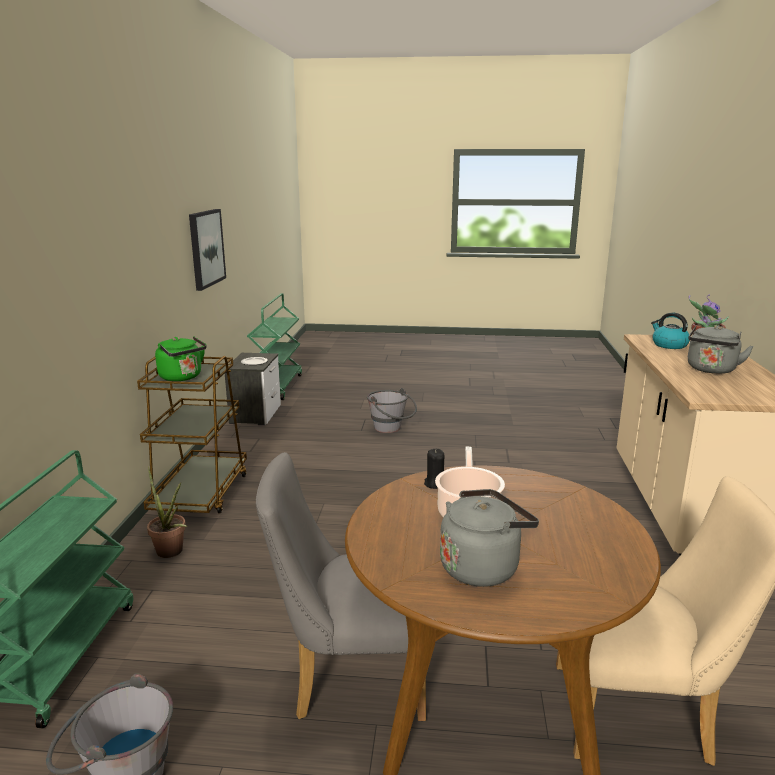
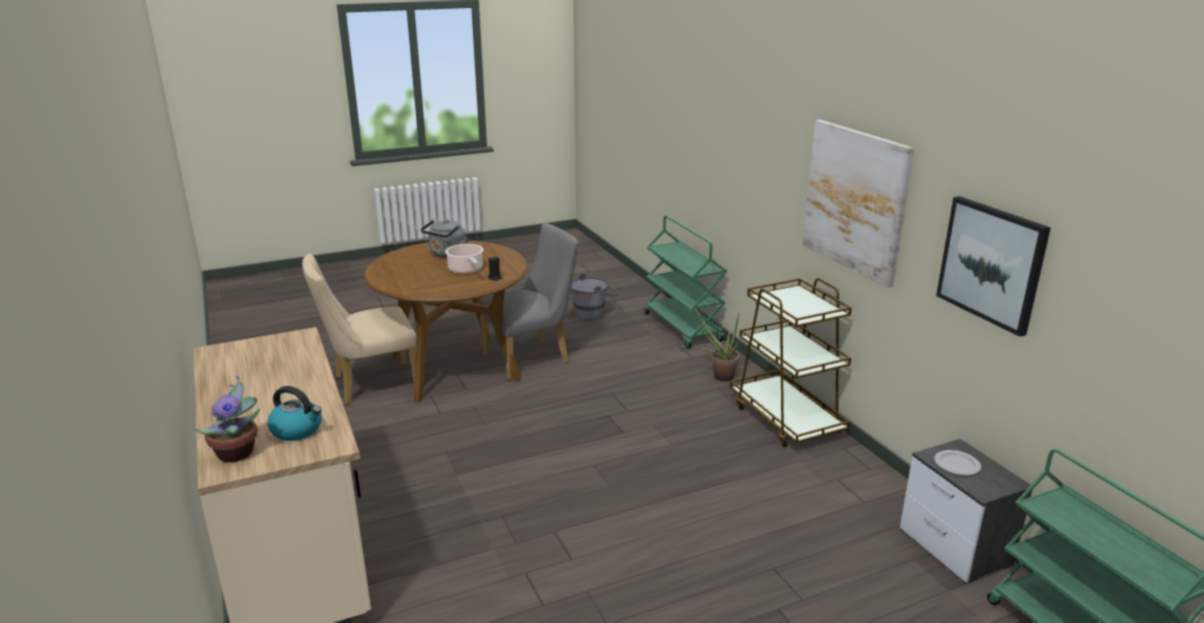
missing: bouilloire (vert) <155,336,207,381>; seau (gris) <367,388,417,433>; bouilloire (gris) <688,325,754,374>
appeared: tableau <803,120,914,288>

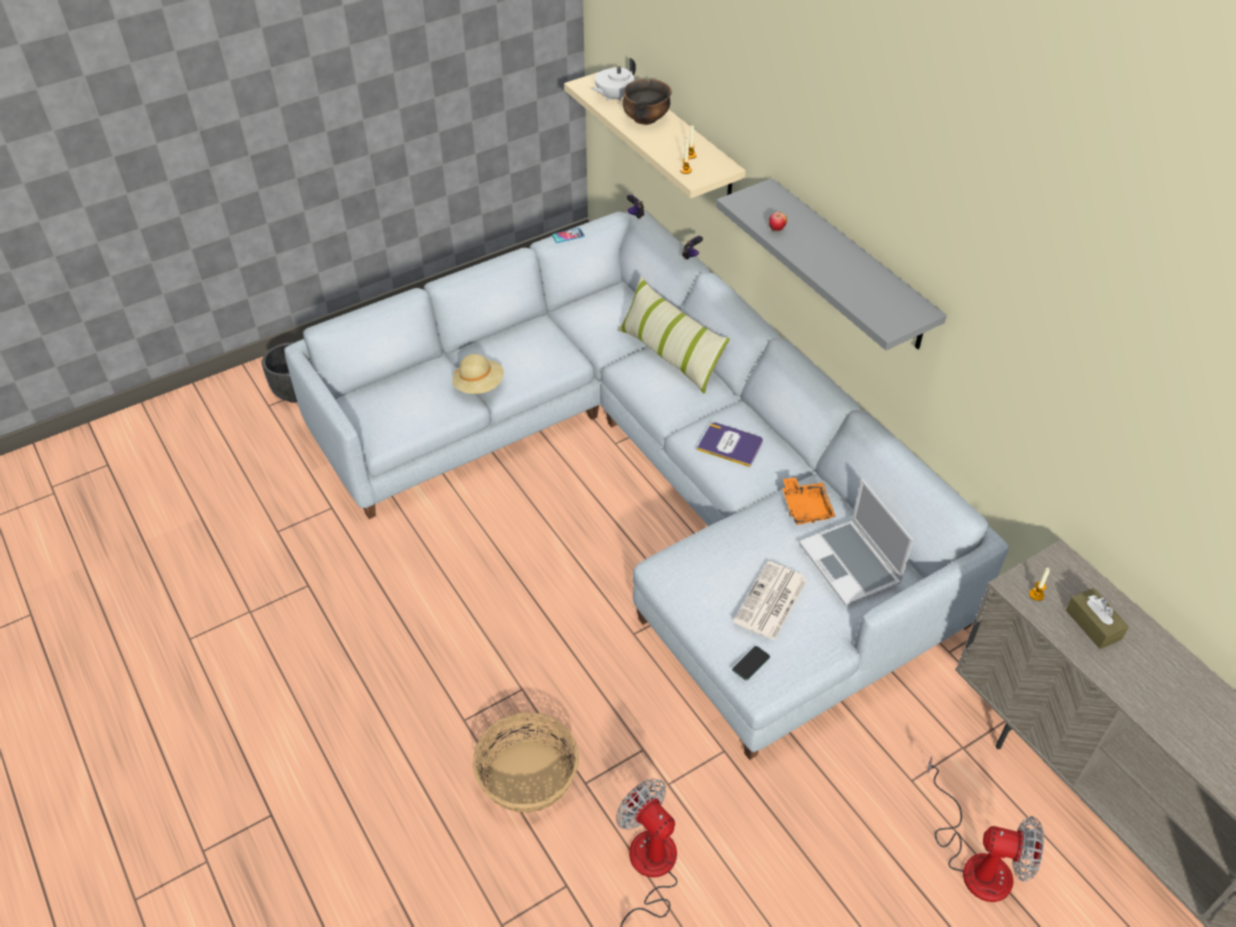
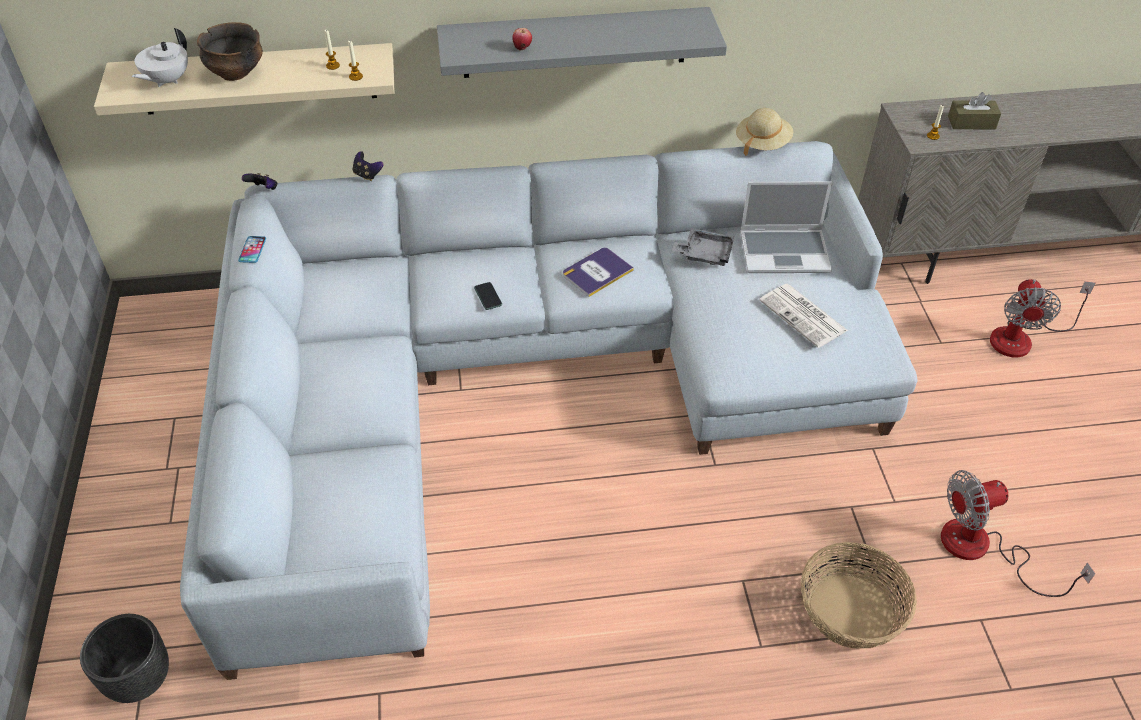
missing: coussin <618,276,730,394>
relocated: chapeau (beige) <452,354,504,394> to <736,108,793,156>; téléphone <732,646,770,681> to <474,282,502,310>
colour: plateau (orange) <782,477,836,525> to plateau (gris) <672,228,734,266>
spun: théière (blanc) <591,58,636,101> = <132,28,188,87> 45 degrees clockwise; ventilateur <927,755,1044,902> = <990,279,1095,358> 150 degrees clockwise

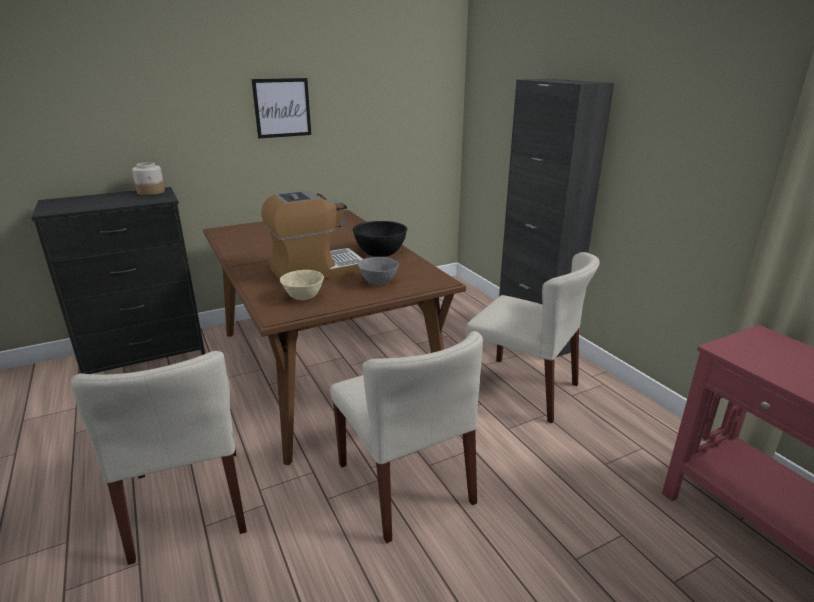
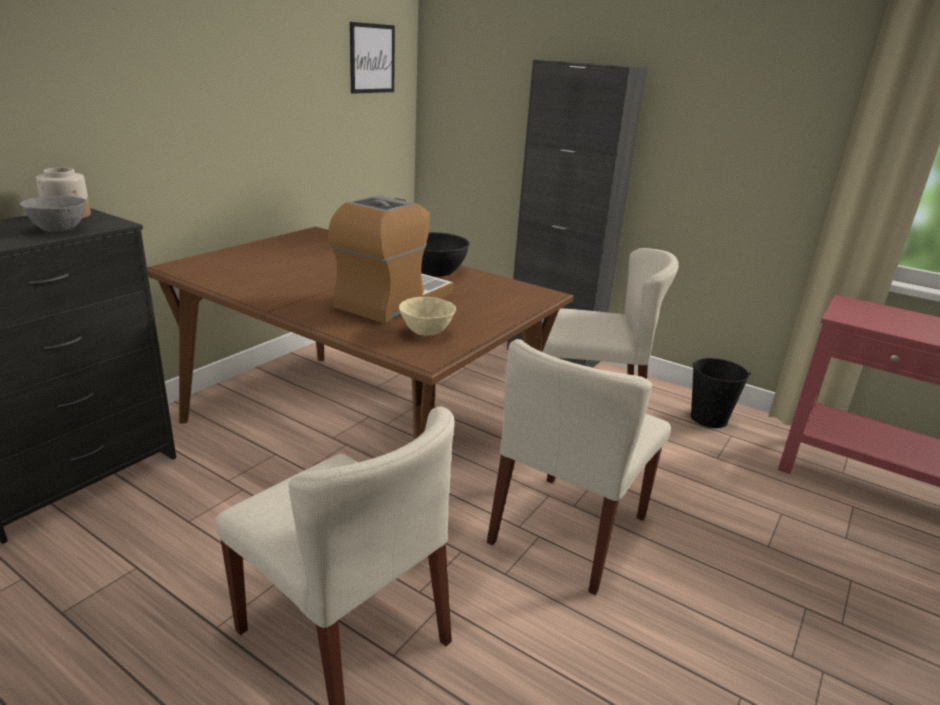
appeared: seau (noir) <691,358,751,428>
relocated: tableau <252,78,311,138> to <350,22,395,94>; bol (gris) <358,257,399,285> to <20,196,87,232>
spun: chaise (beige) <330,331,483,543> = <487,339,671,595> 90 degrees clockwise

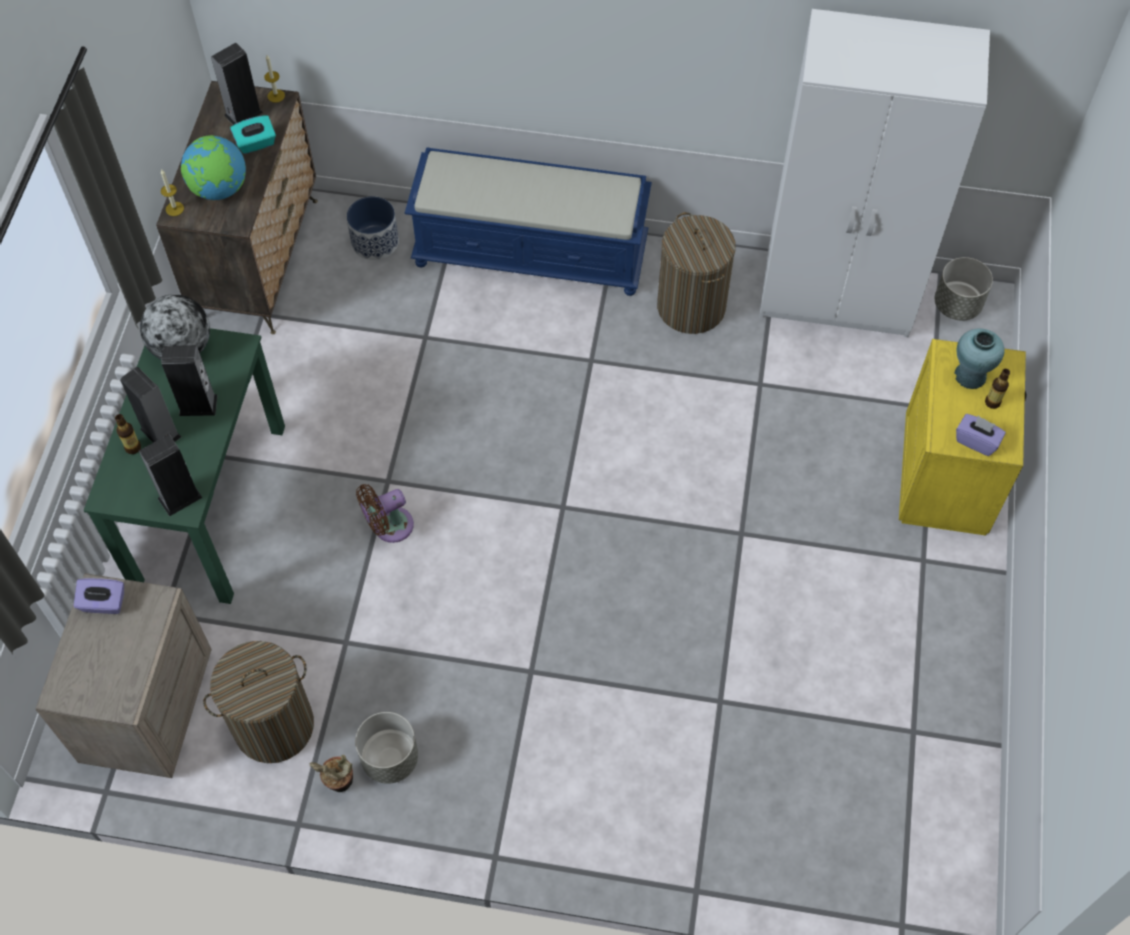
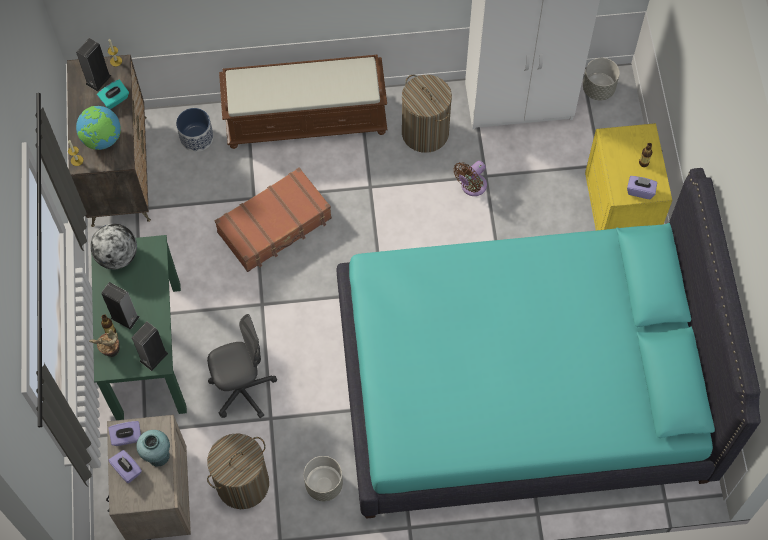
missing: enceinte <161,345,218,416>
appeared: boîte à mouchoirs (violet) <108,450,142,483>; chaise de bureau (gris) <207,314,277,418>; valise (marron) <215,167,332,272>; lit (turquoise) <337,168,761,519>
relocated: plante en pot <310,755,353,792> to <89,329,120,357>; ventilateur (marron) <356,484,414,543> to <453,161,487,196>; vase (turquoise) <955,329,1005,389> to <136,430,170,466>
colour: banc (bleu) <405,147,652,296> to banc (marron) <219,55,387,149>

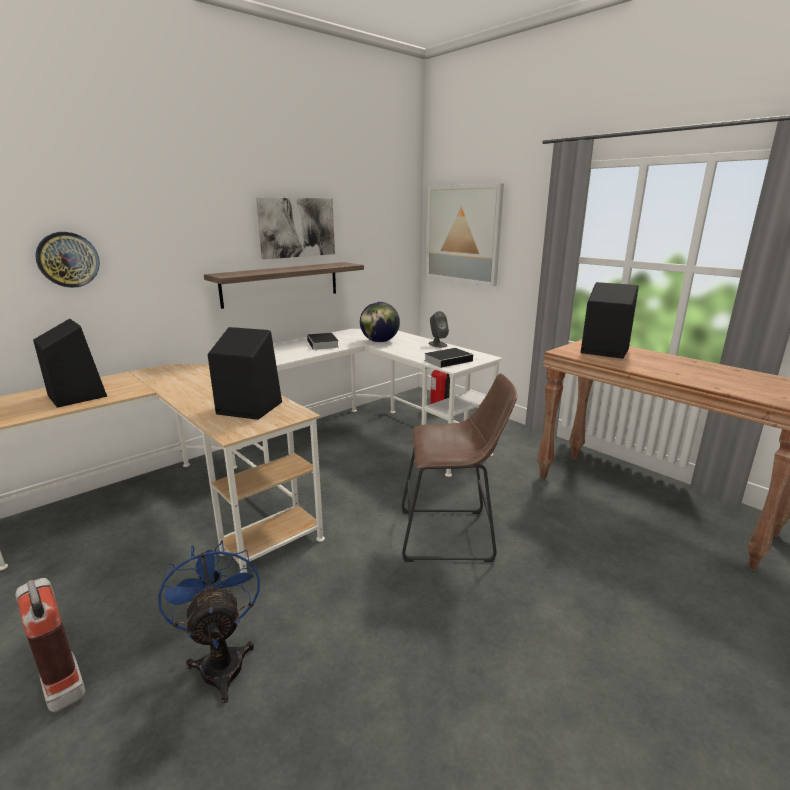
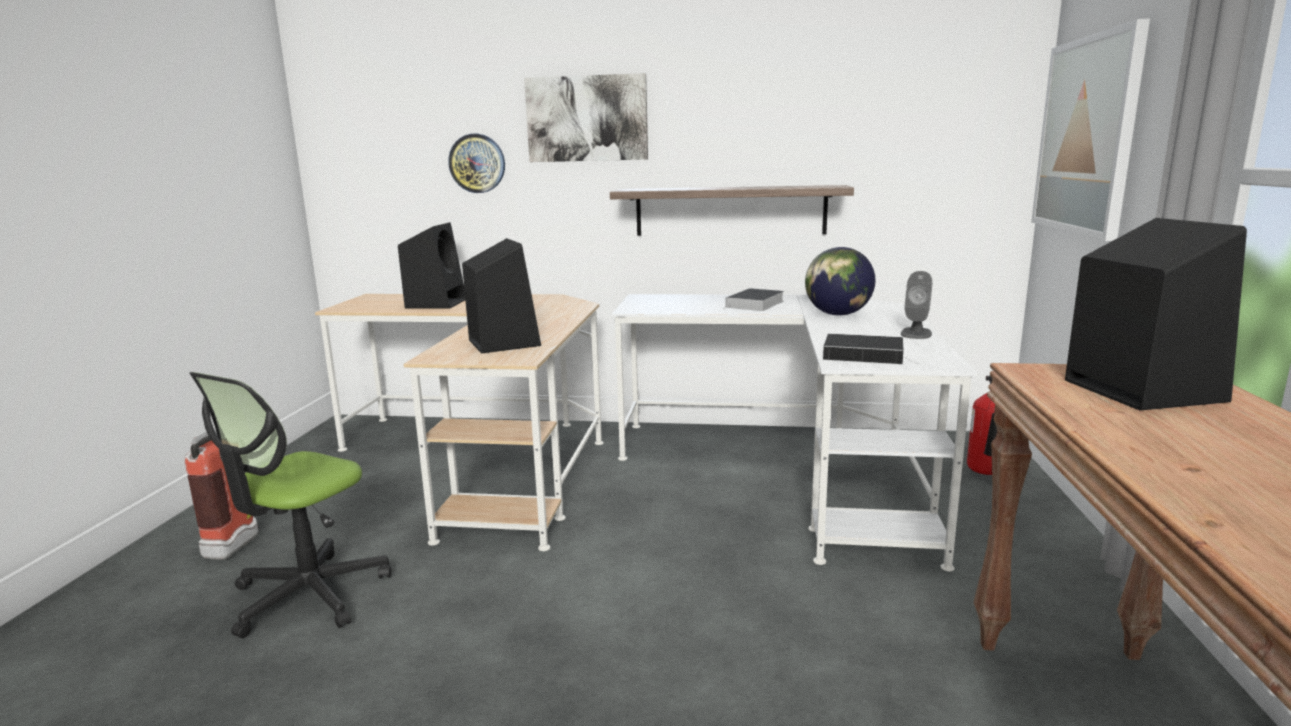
missing: tabouret (marron) <402,373,517,562>
relocated: tableau <256,198,335,259> to <524,73,648,162>
exchanged: ventilateur (bleu) <158,540,260,703> to chaise de bureau <189,372,392,638>

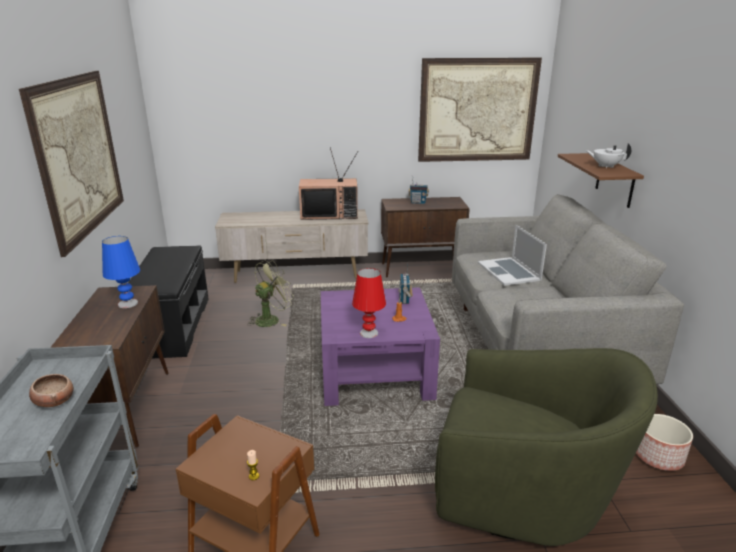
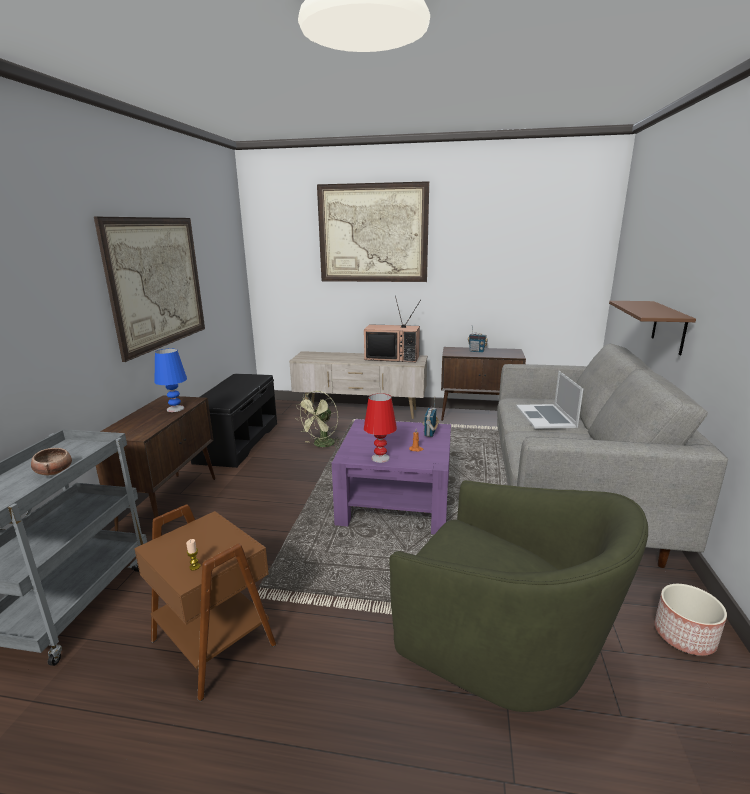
missing: théière (blanc) <586,143,631,168>
relocated: tableau <418,58,542,162> to <317,181,429,282>
spun: ventilateur (vert) <247,261,294,327> = <295,391,342,448> 150 degrees clockwise

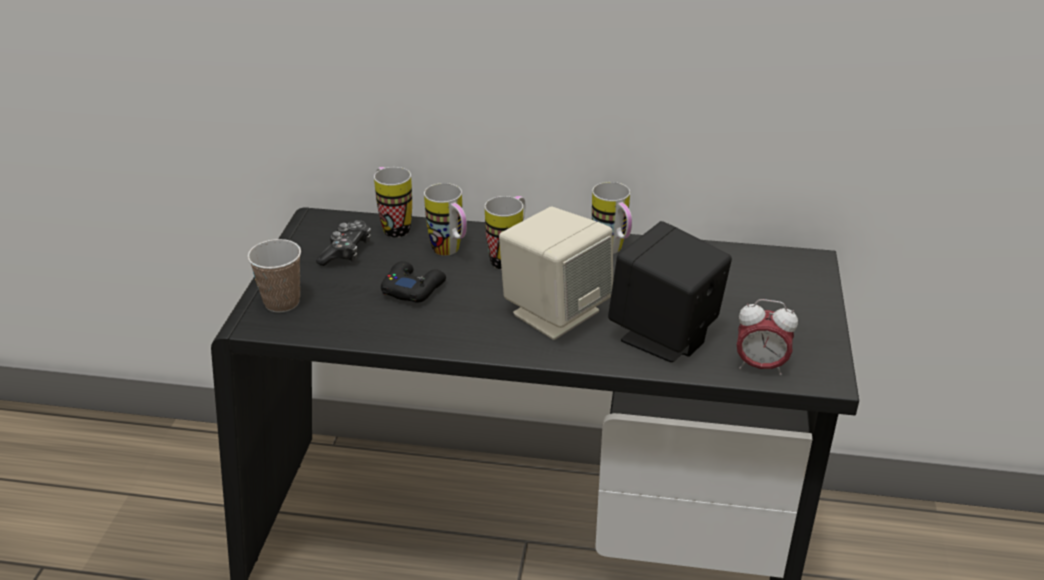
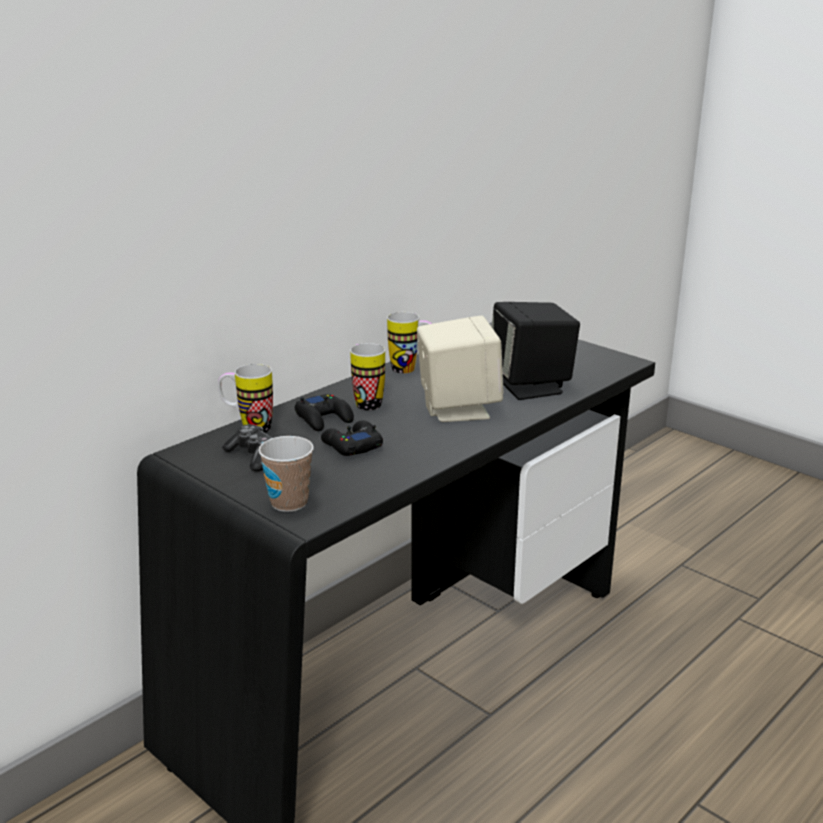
missing: réveil <737,299,798,375>
exchanged: mug <424,183,467,256> to manette (noir) <295,394,354,431>

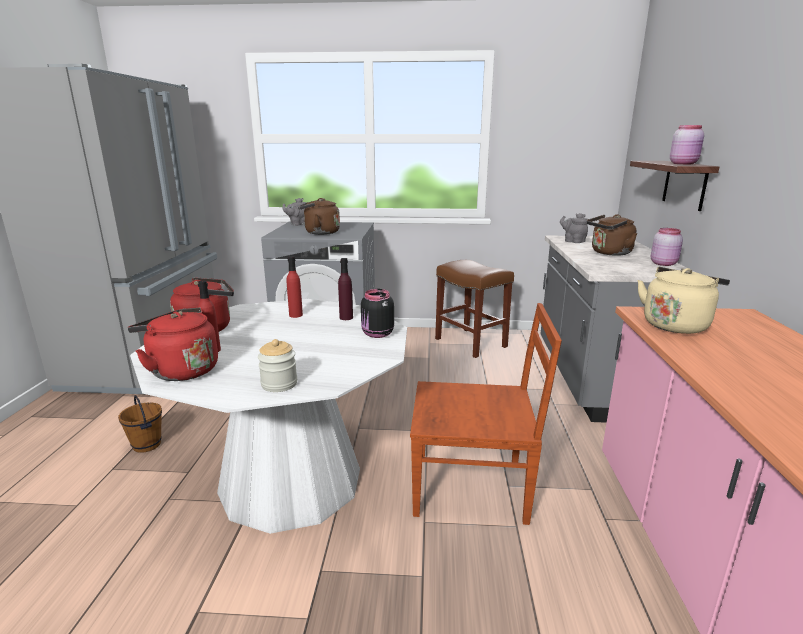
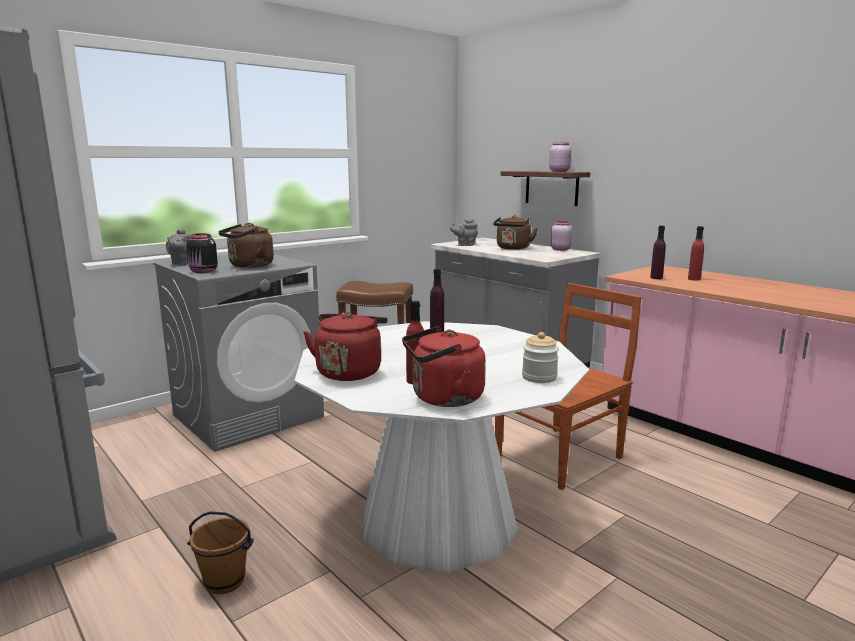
relocated: bouteille (rouge) <286,256,303,318> to <688,226,704,281>; bocal (noir) <361,289,394,338> to <186,233,218,274>
exchanged: bouilloire (beige) <638,267,730,334> to bouteille (violet) <650,226,666,279>

